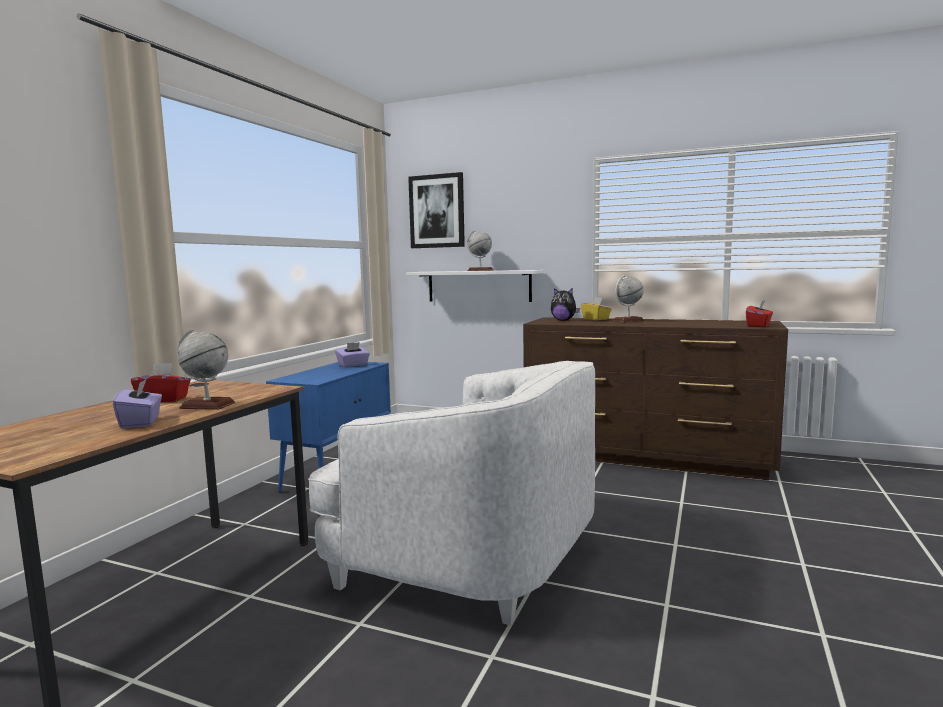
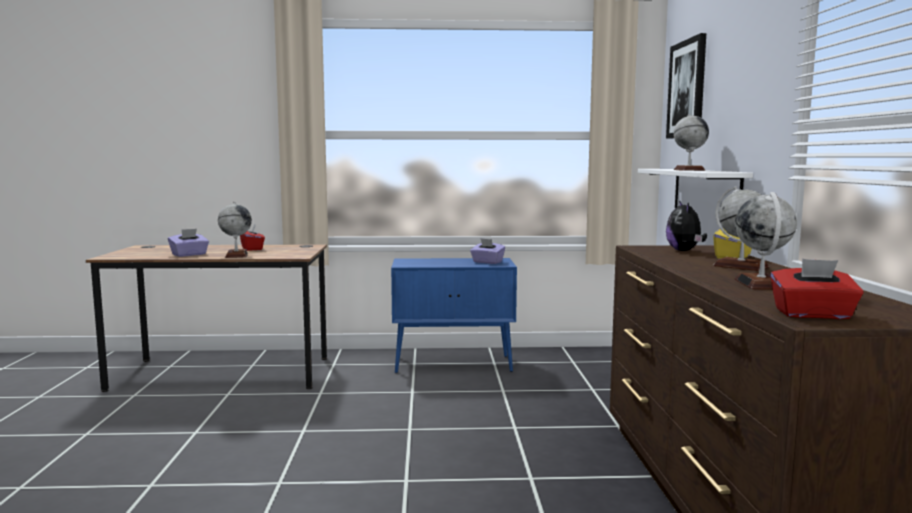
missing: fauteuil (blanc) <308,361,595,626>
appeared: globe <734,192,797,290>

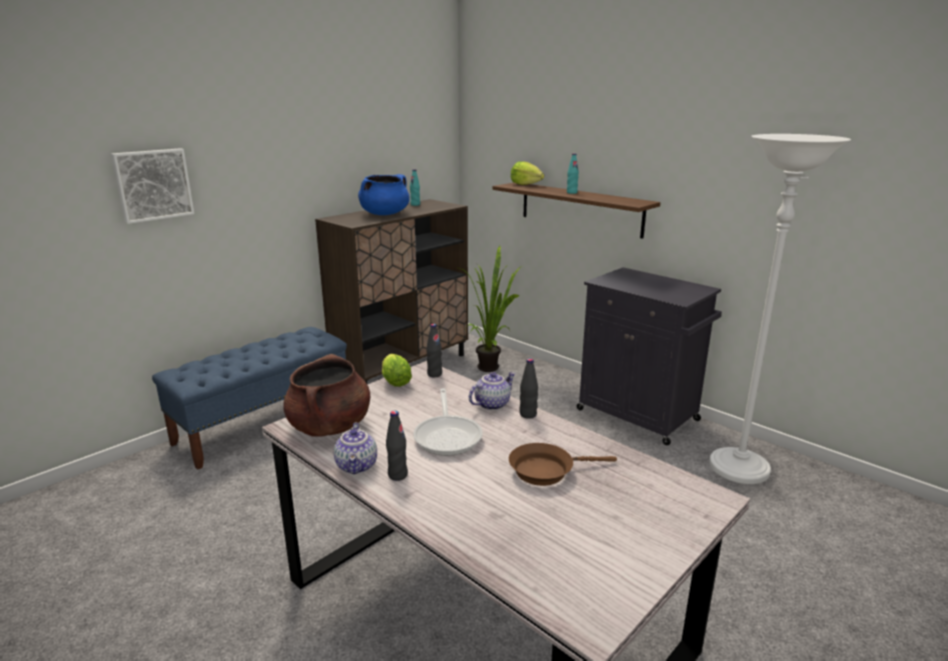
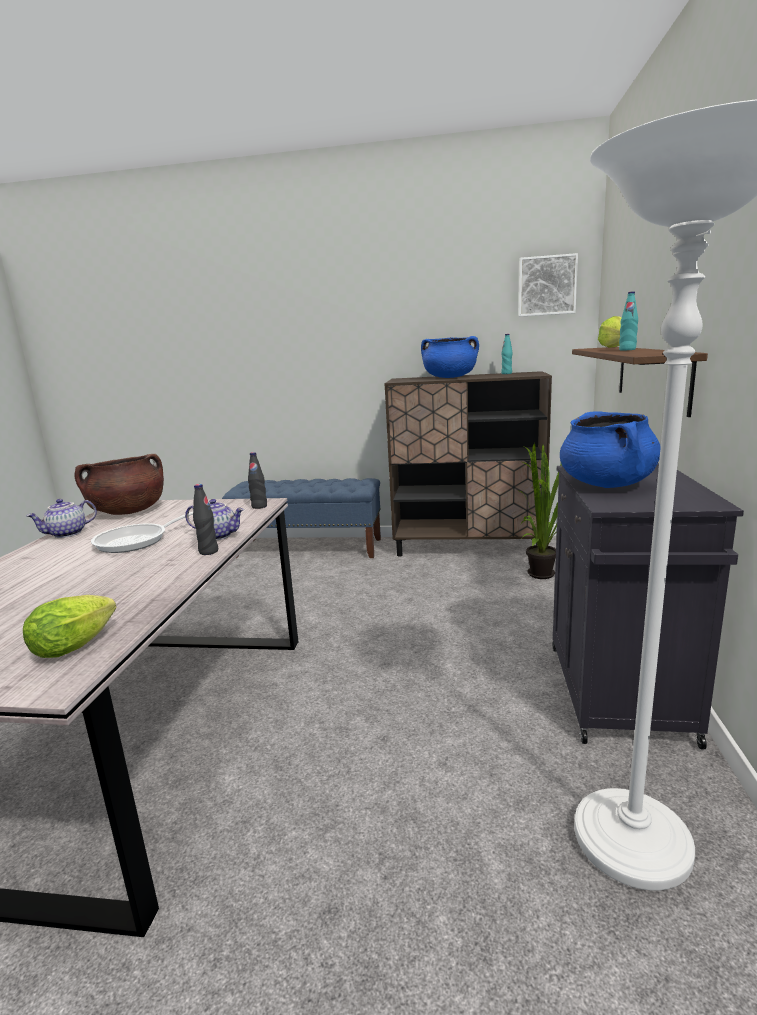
missing: bouteille (noir) <386,411,408,481>; poêle (marron) <509,443,617,486>
appeared: marmite (bleu) <560,411,661,488>
relocated: tableau <111,148,194,224> to <519,253,578,317>; laitue <382,353,412,387> to <23,595,116,658>

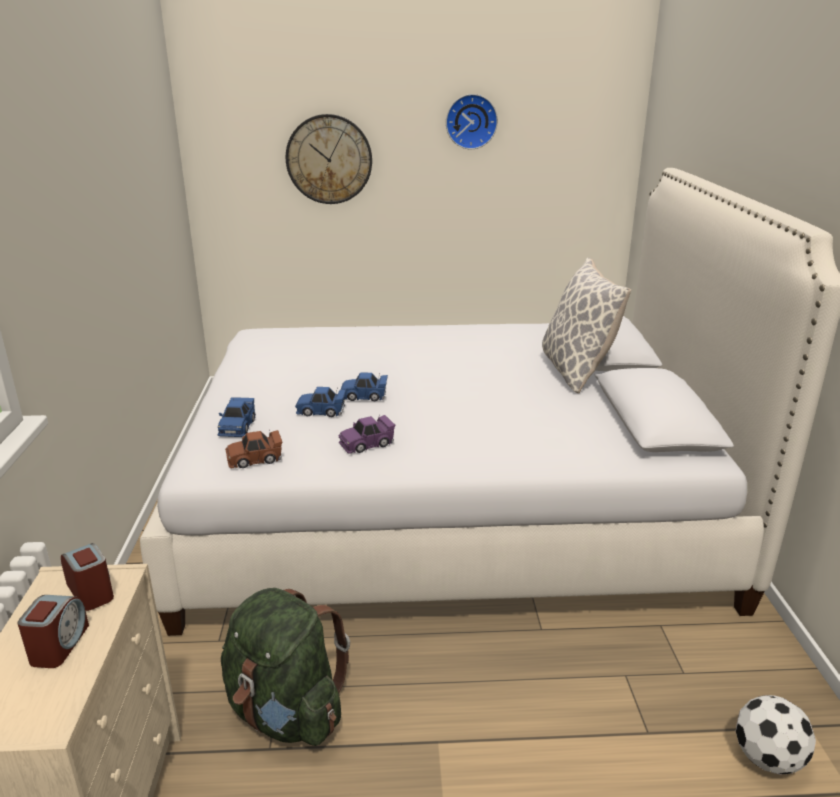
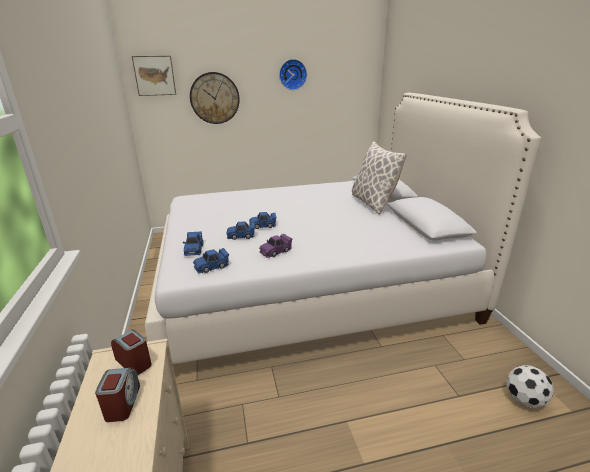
missing: sac à dos (vert) <221,588,350,746>
appeared: tableau <132,56,176,96>
colour: petite voiture (marron) <225,430,282,468> to petite voiture (bleu) <193,248,229,274>

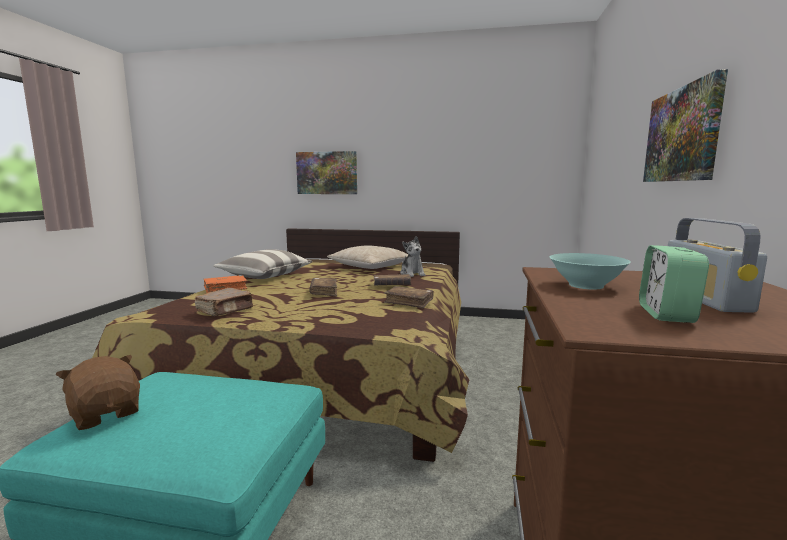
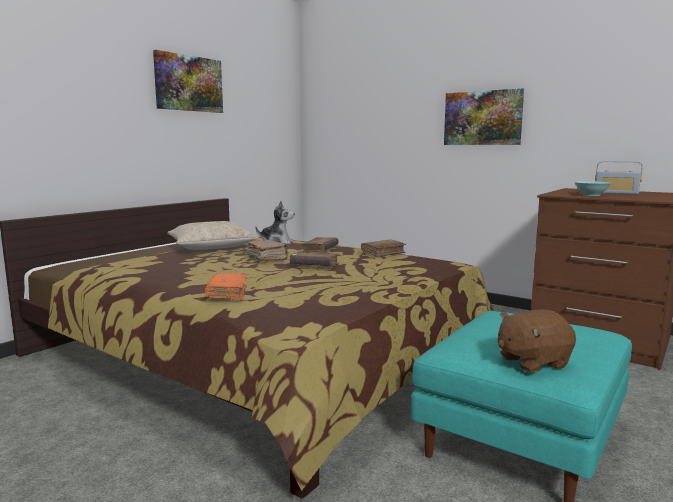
missing: coussin <213,249,313,279>; réveil <639,245,709,323>
relocated: livre (marron) <194,288,253,316> to <245,240,289,261>; tableau <296,151,357,194> to <153,50,223,113>

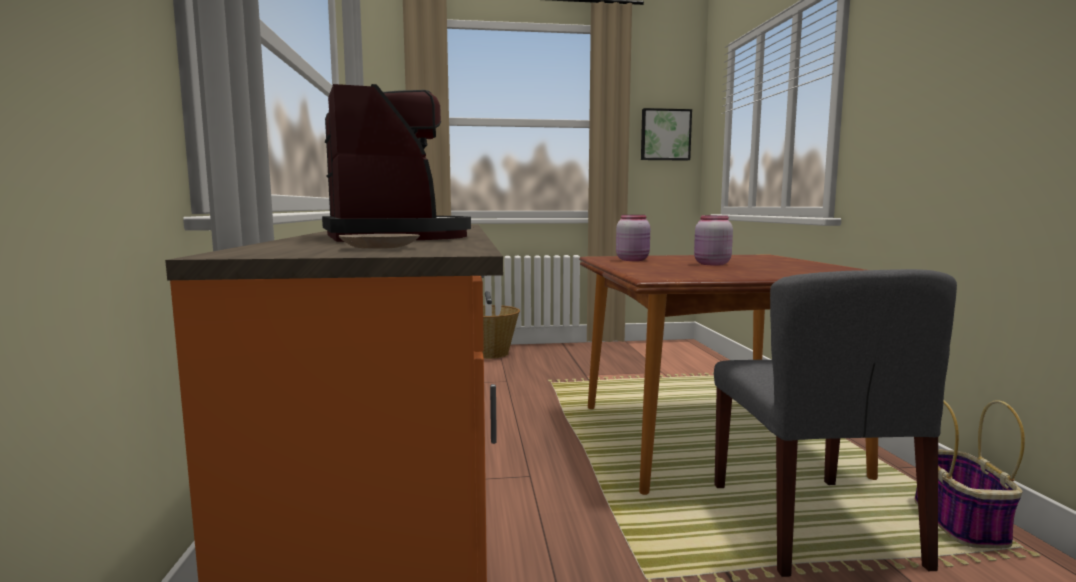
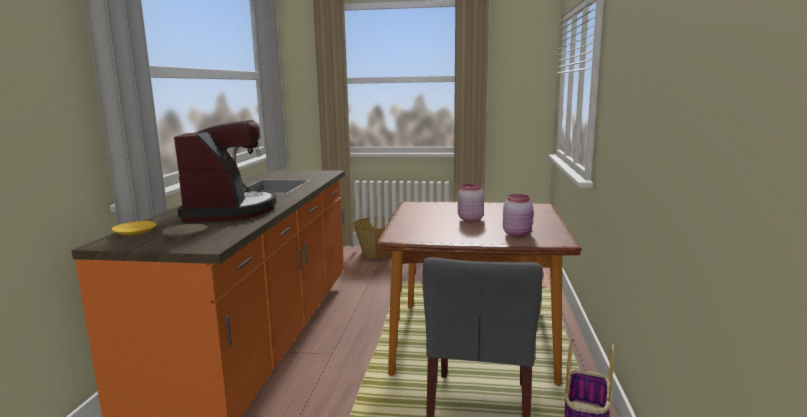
missing: tableau <641,108,692,161>
appeared: assiette (jaune) <112,221,157,235>
relocated: bocal (rose) <616,215,650,261> to <503,194,533,237>

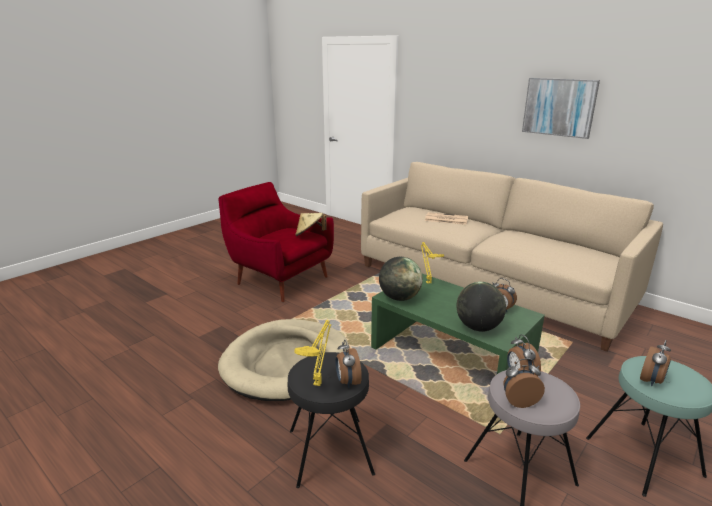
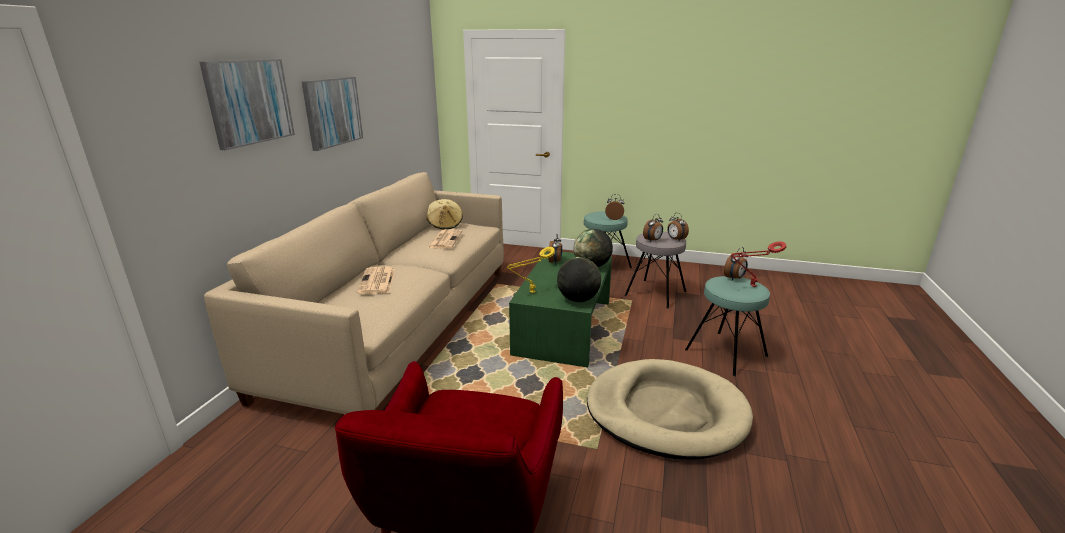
appeared: tableau <199,59,295,150>; journal <428,229,462,249>
relocated: chapeau (beige) <295,213,327,236> to <427,199,463,229>
colour: tabouret (noir) <288,352,375,488> to tabouret (turquoise) <685,276,770,376>; lampe de table (jaune) <294,320,331,386> to lampe de table (rouge) <731,241,786,287>

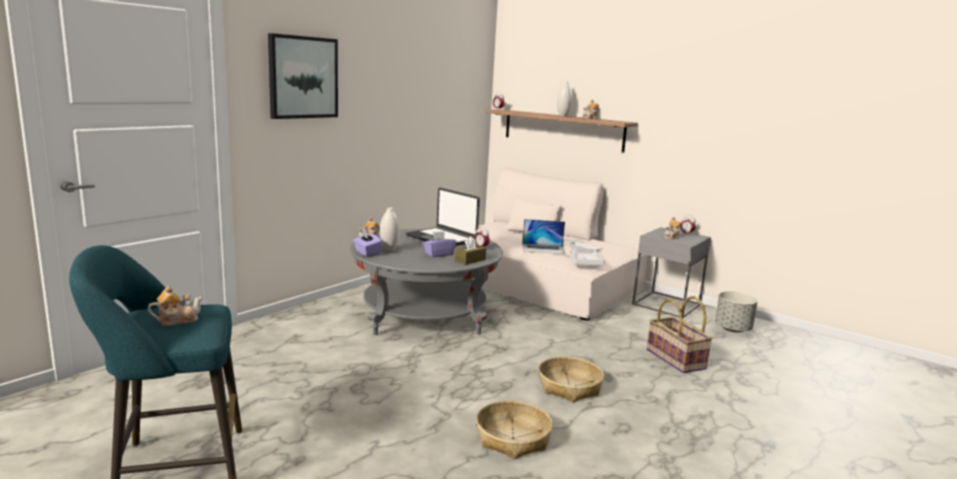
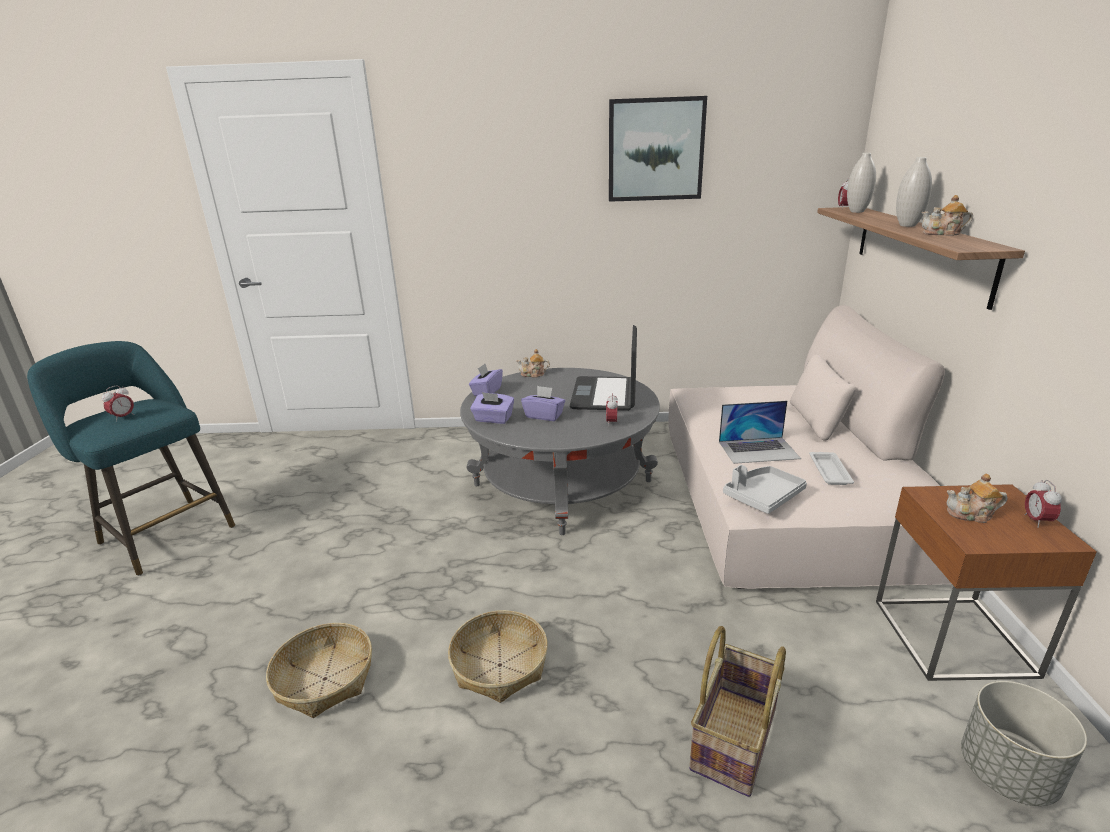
missing: boîte à mouchoirs (marron) <455,236,486,265>
appeared: boîte à mouchoirs (violet) <470,392,514,424>
relocated: tableau <268,33,338,119> to <609,96,707,202>; vase (blanc) <380,208,399,251> to <847,153,876,213>
exchanged: théière <148,286,203,326> to réveil <102,385,134,422>
colour: table d'appoint (gris) <632,227,711,318> to table d'appoint (marron) <876,484,1097,681>
spun: ordinateur portable <522,219,565,254> = <719,401,801,464> 60 degrees counterclockwise

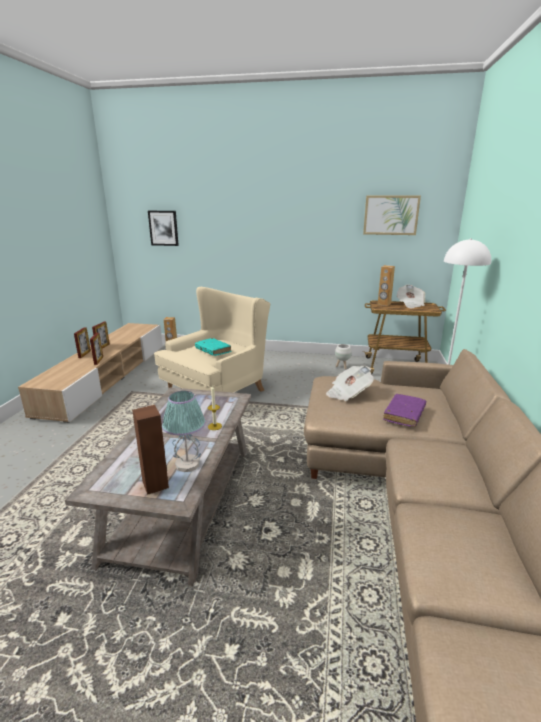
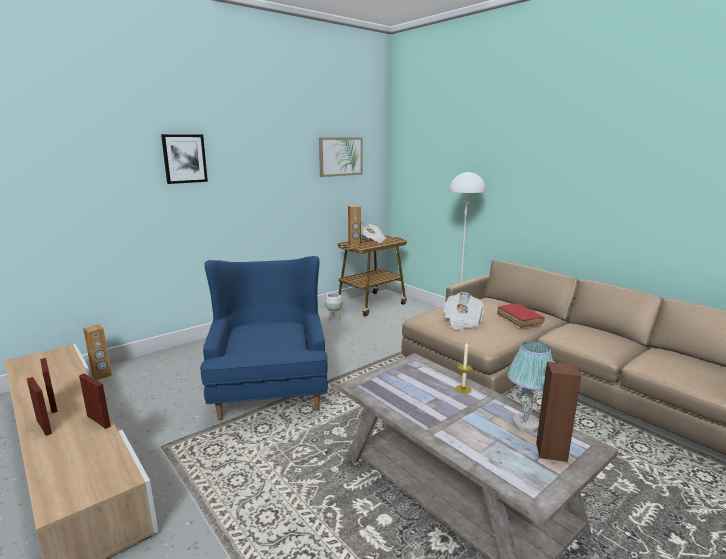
missing: livre (turquoise) <195,338,231,356>
relocated: tableau <148,211,179,246> to <161,134,208,184>
colour: fauteuil (beige) <154,287,271,393> to fauteuil (bleu) <200,256,328,421>; livre (violet) <383,394,426,427> to livre (rouge) <497,303,545,328>

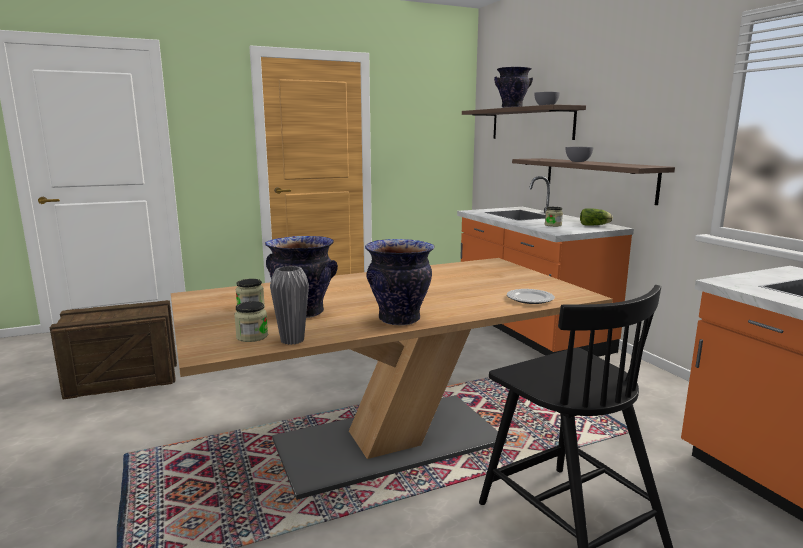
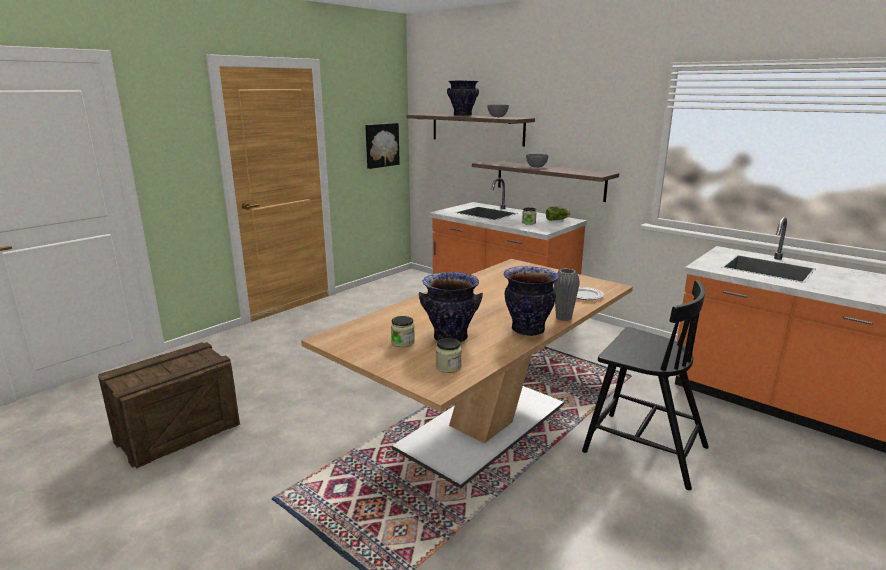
appeared: tableau <365,123,400,169>
relocated: vase (gris) <270,266,309,345> to <554,268,580,321>

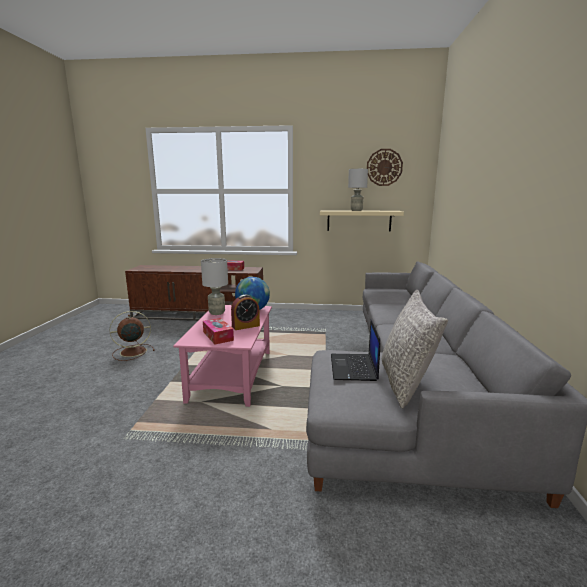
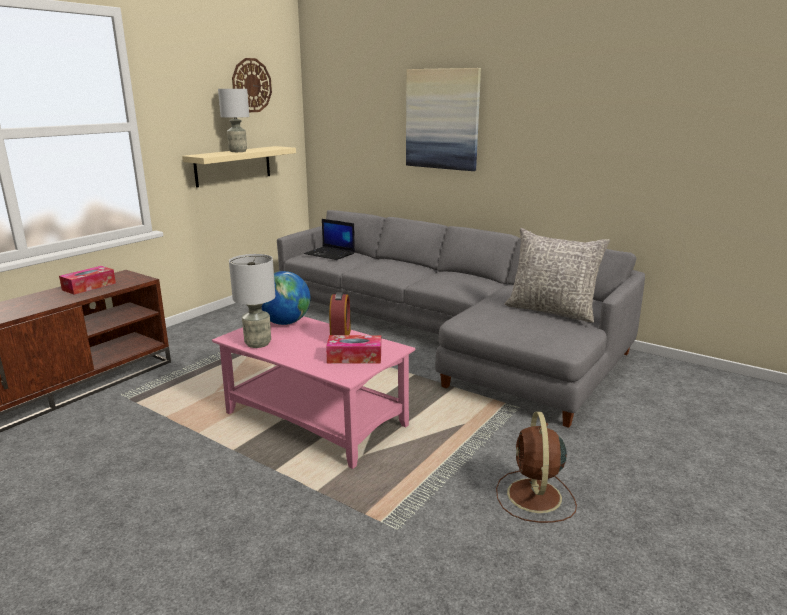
appeared: tableau <406,68,481,171>
relocated: ventilateur (marron) <110,311,155,361> to <496,412,577,523>; ordinateur portable <331,319,381,381> to <304,219,355,260>

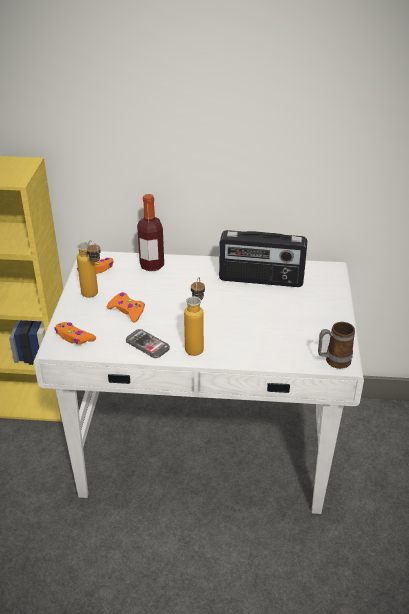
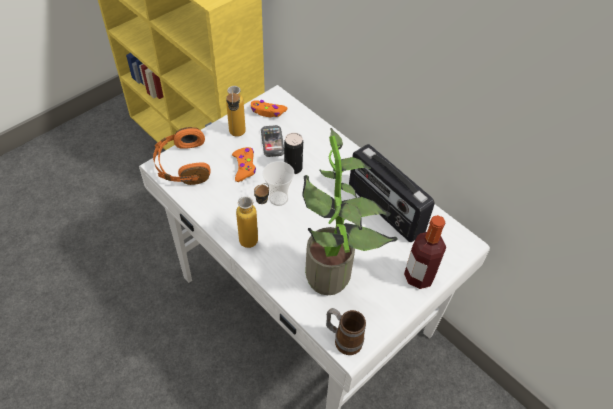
appeared: tasse <262,161,295,206>; boîte métallique <284,133,303,174>; plante en pot <302,128,398,295>
relocated: téléphone <126,329,170,358> to <261,125,284,157>; bouteille <137,194,164,271> to <404,215,446,289>
exchanged: manette (orange) <54,322,96,344> to casque audio (orange) <153,127,211,185>

